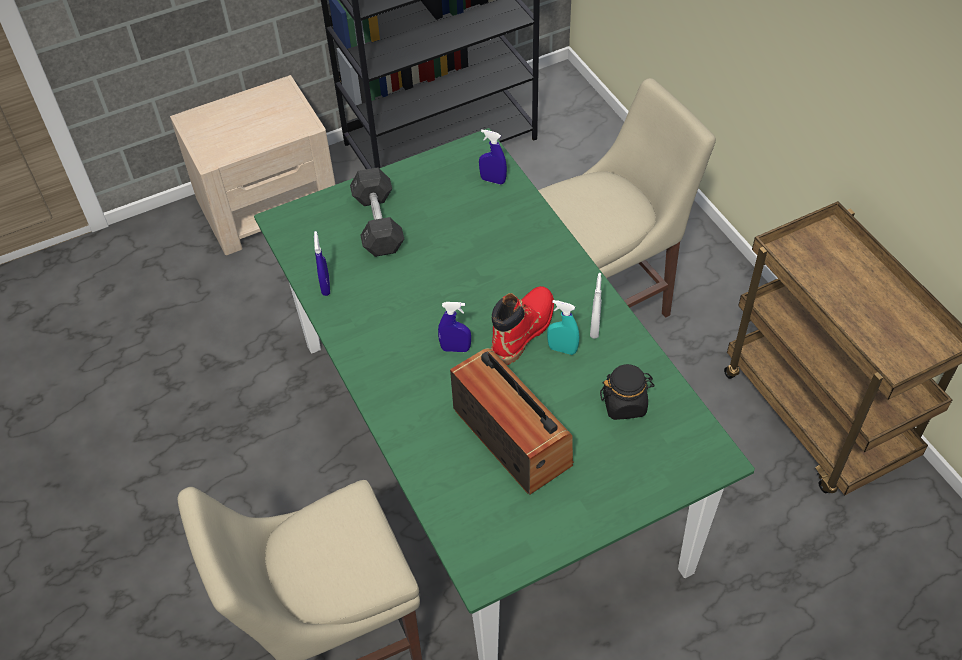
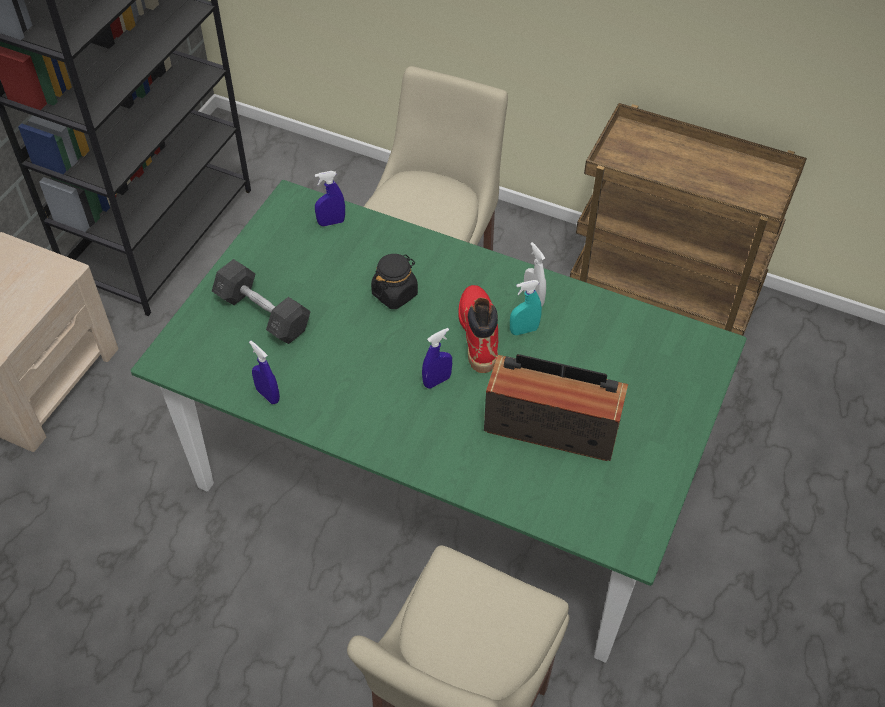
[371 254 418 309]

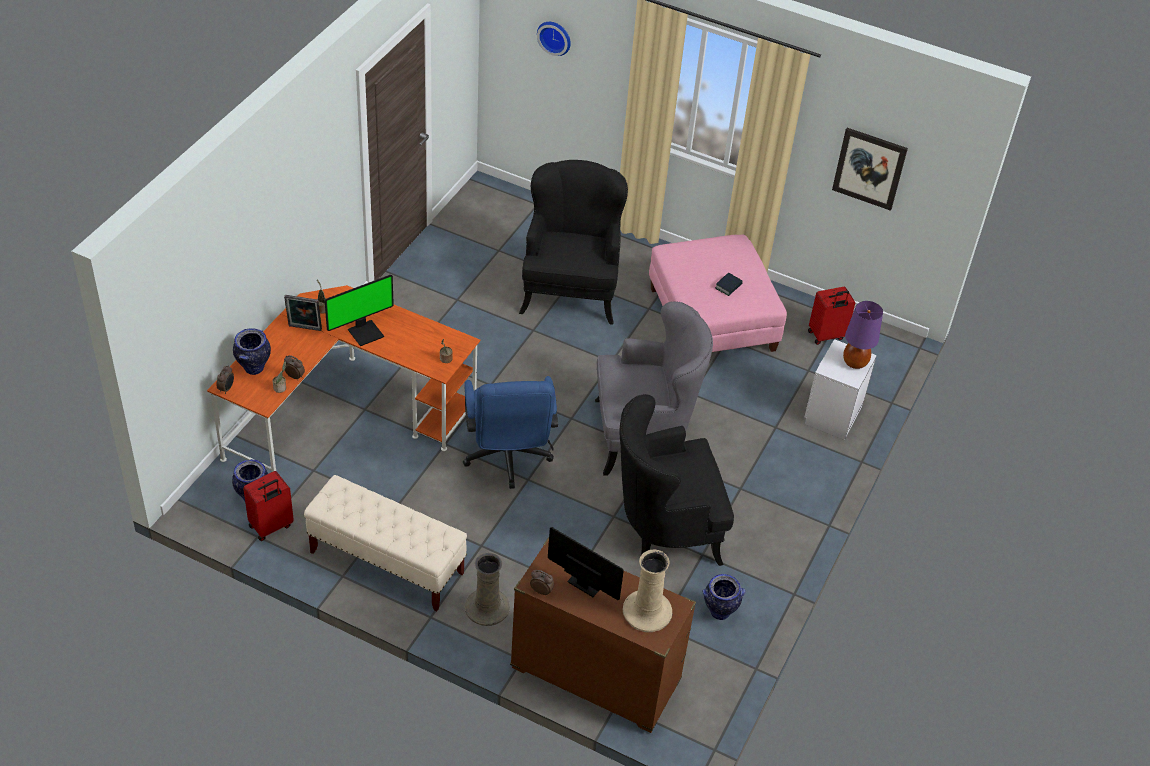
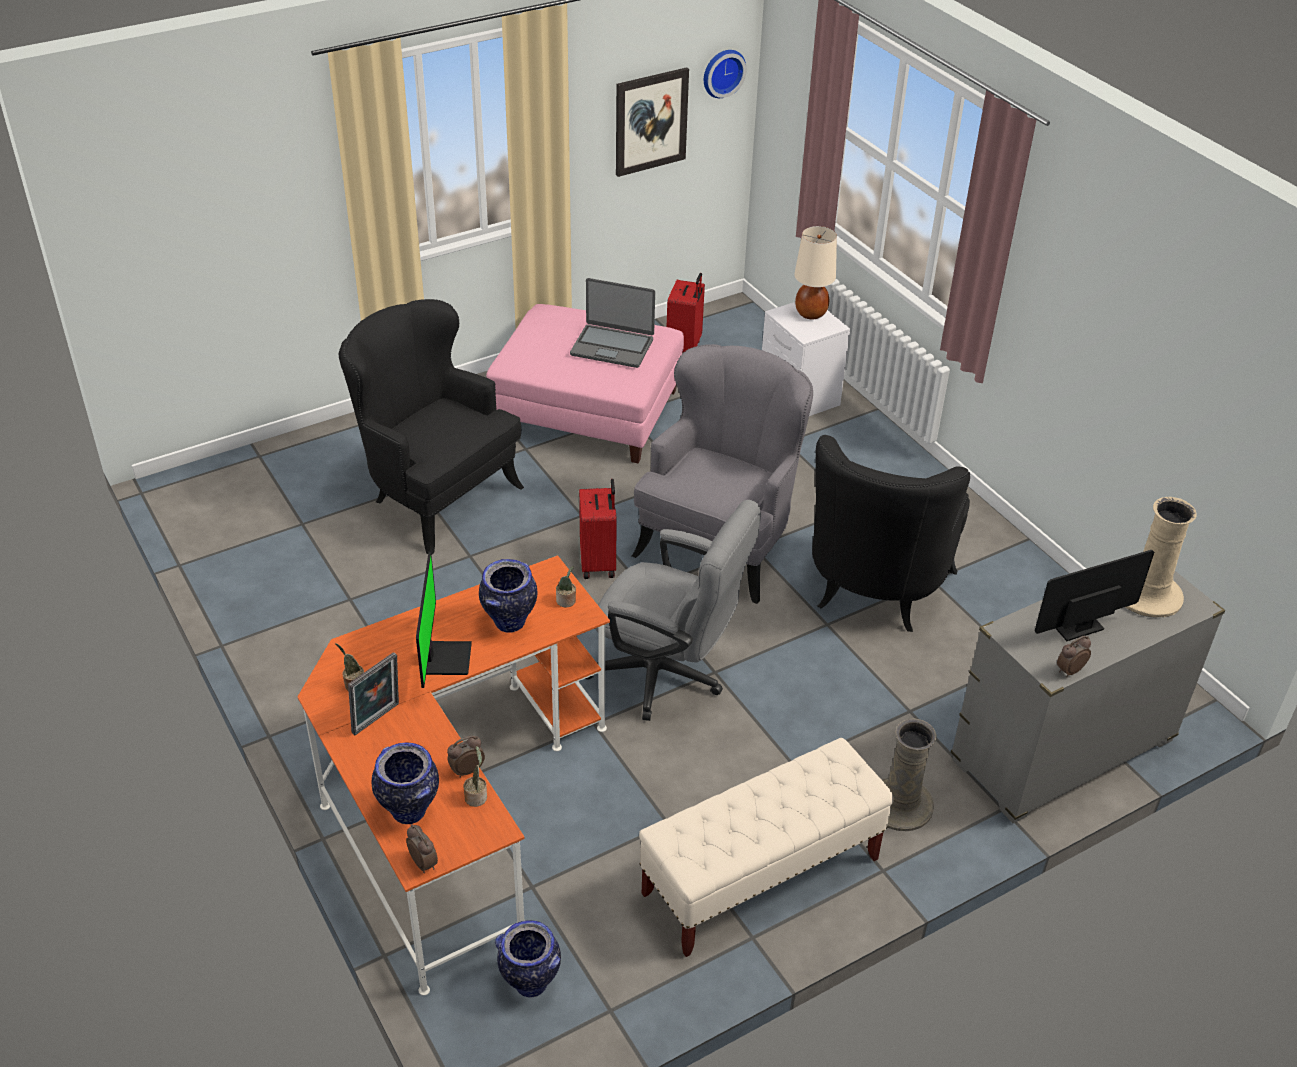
[579 479 617 579]
[585 500 761 721]
[951 571 1225 823]
[704 50 747 98]
[479 559 537 633]
[570 278 655 368]
[794 226 837 319]

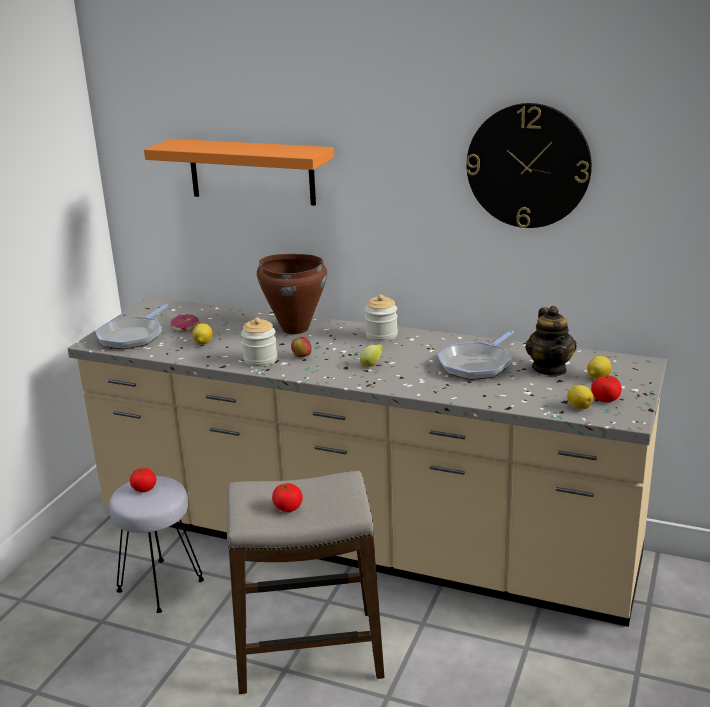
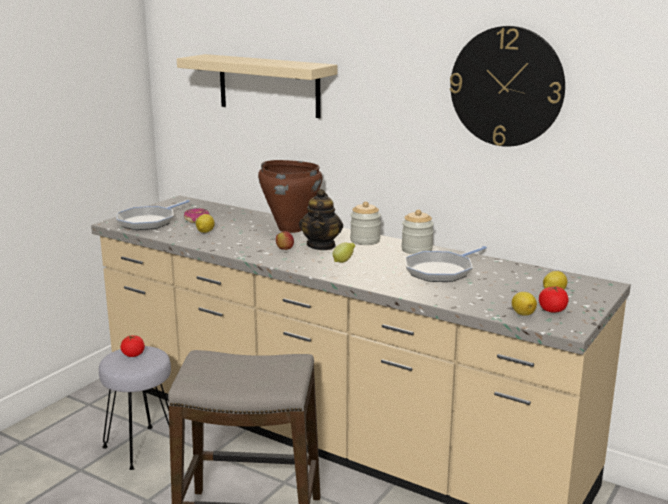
[177 54 337 118]
[402 209 434 254]
[272 483 303 512] (first image)
[299 189 343 250]

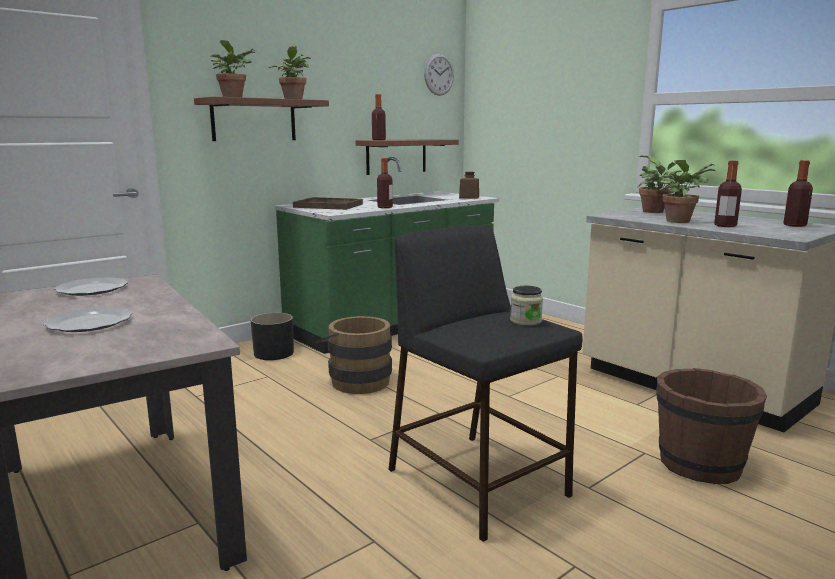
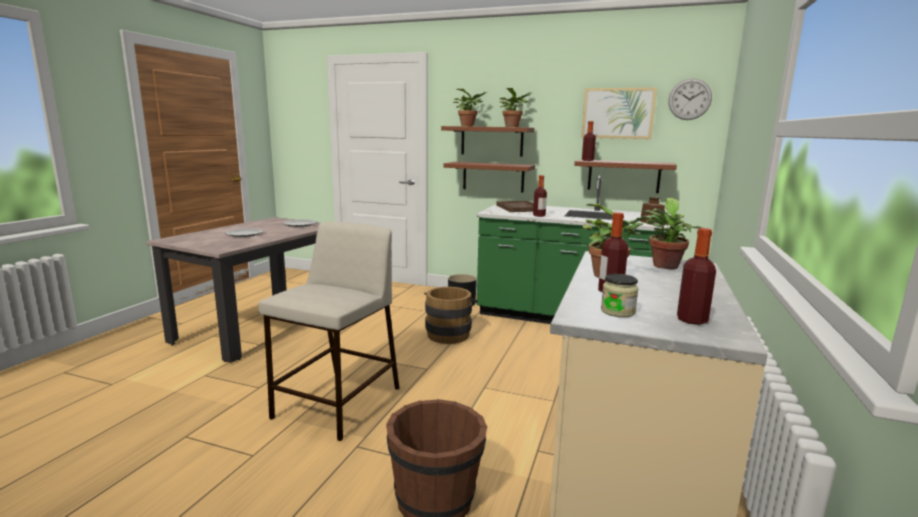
[259 221 399 441]
[601 274 638 317]
[443 162 535 193]
[581 88 657 139]

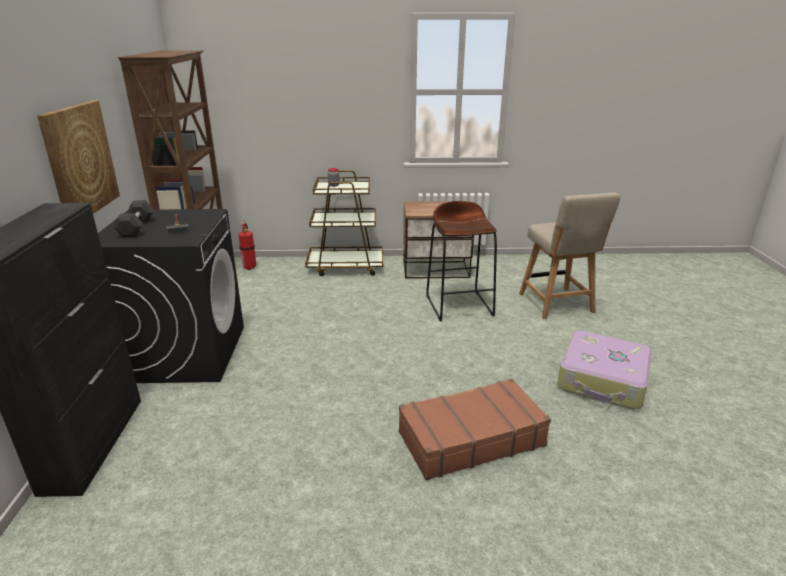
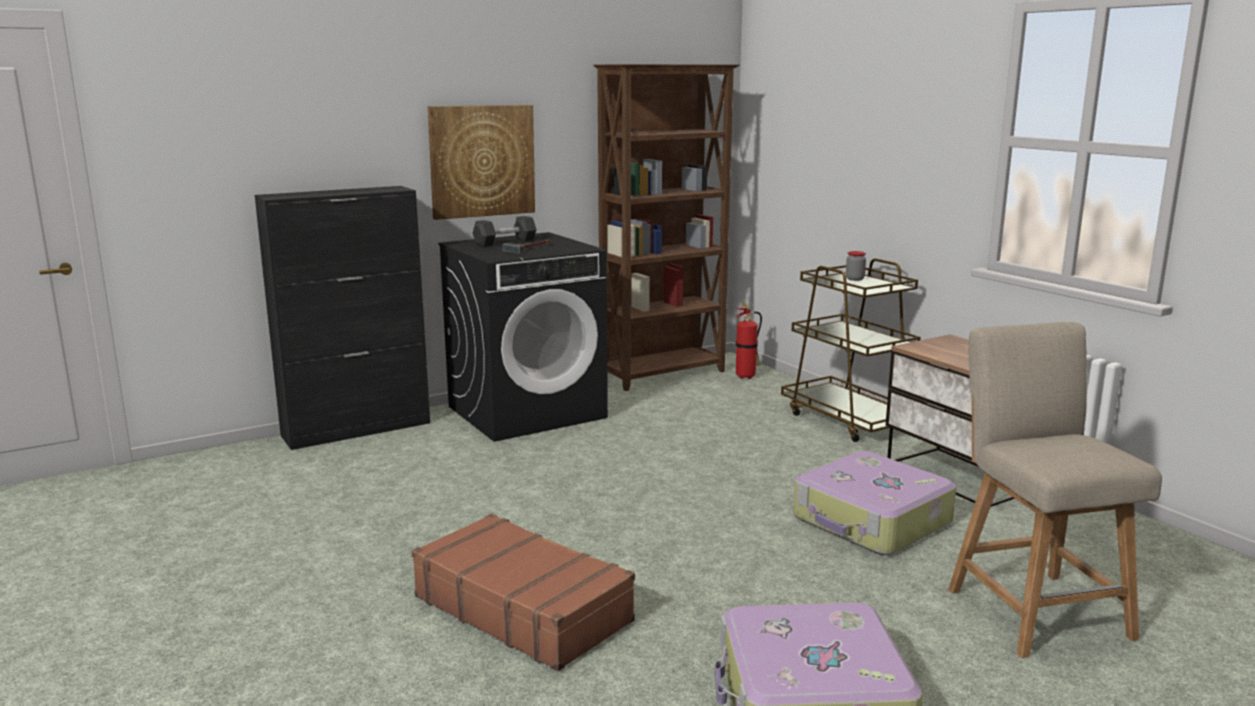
[793 451 956 555]
[948 322 1162 658]

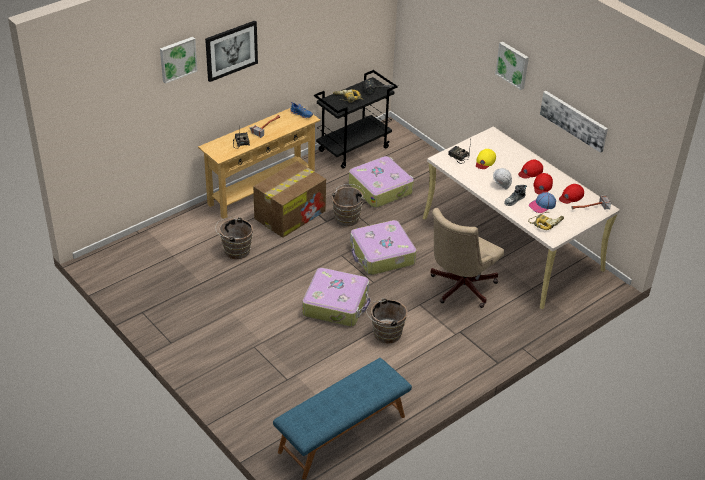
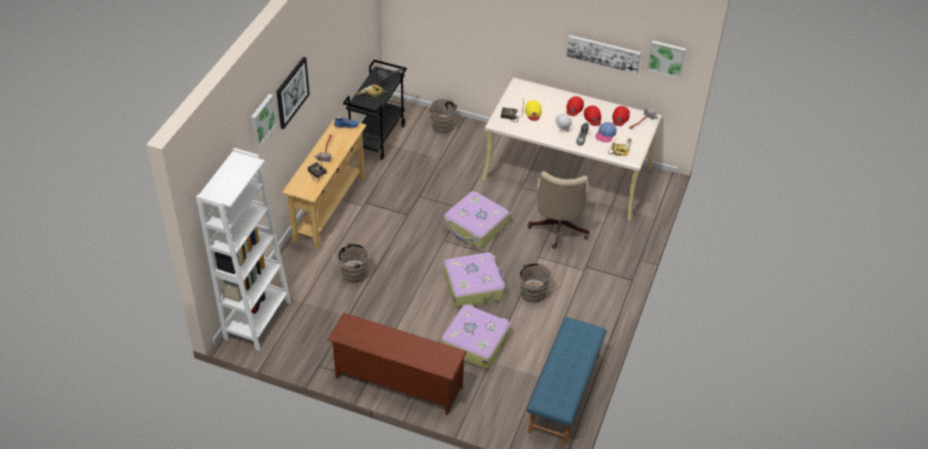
[253 161 326 238] (first image)
[429 96 458 134]
[441 304 511 369]
[647 40 686 78]
[196 148 291 351]
[327 312 467 415]

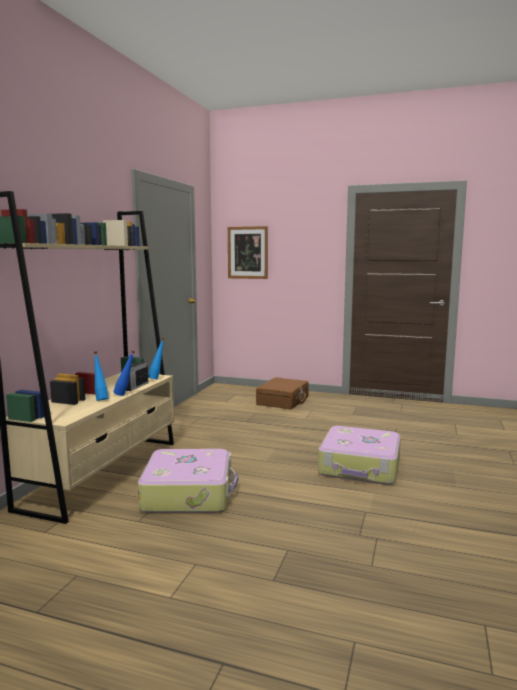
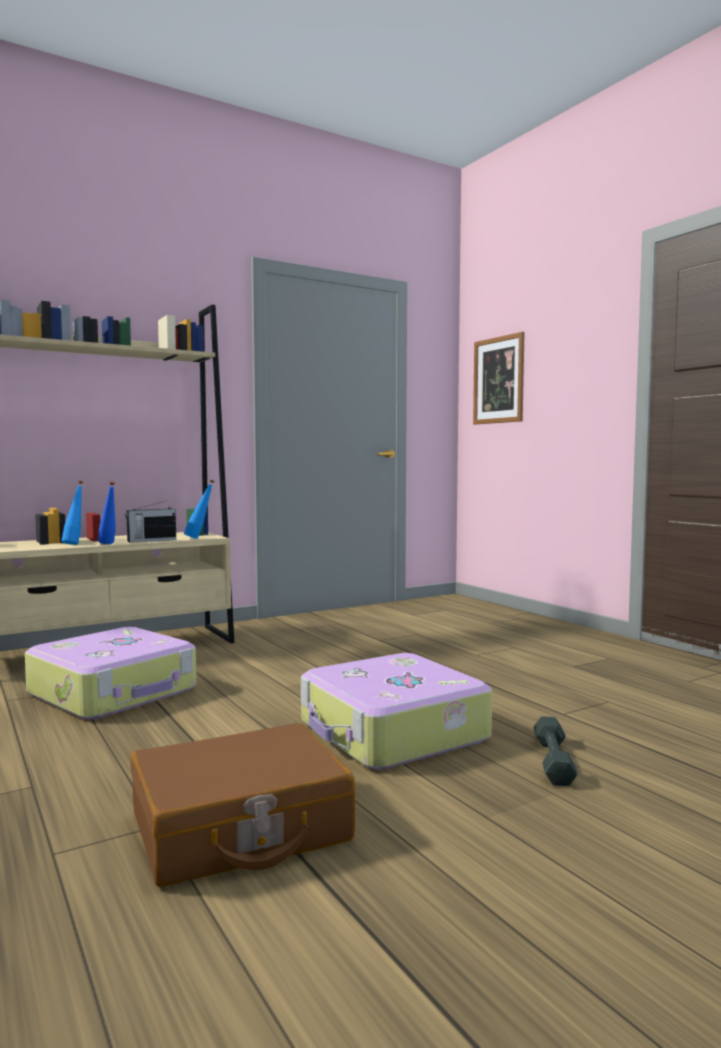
[130 723 355 887]
[534 716 578 786]

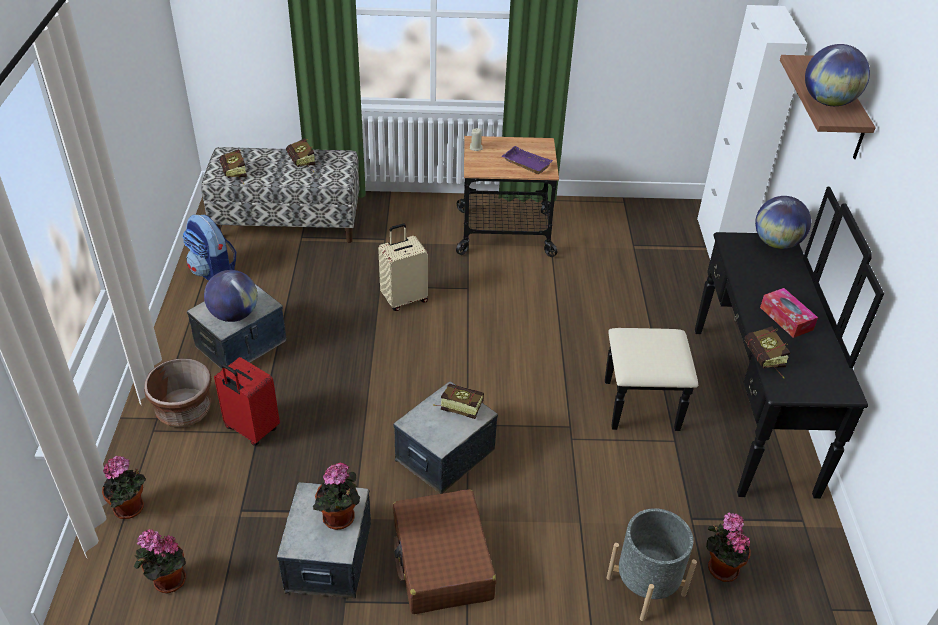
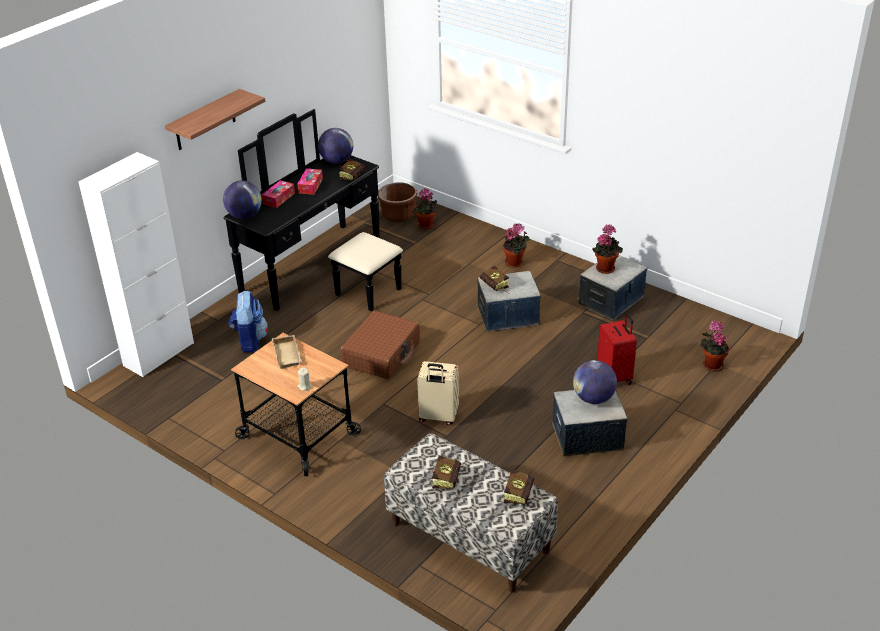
[503 223 530 268]
[377 182 418 222]
[228 291 268 352]
[341 311 420 379]
[272 335 302 369]
[607 508 697 621] (first image)
[318 128 353 164]
[262 180 295 208]

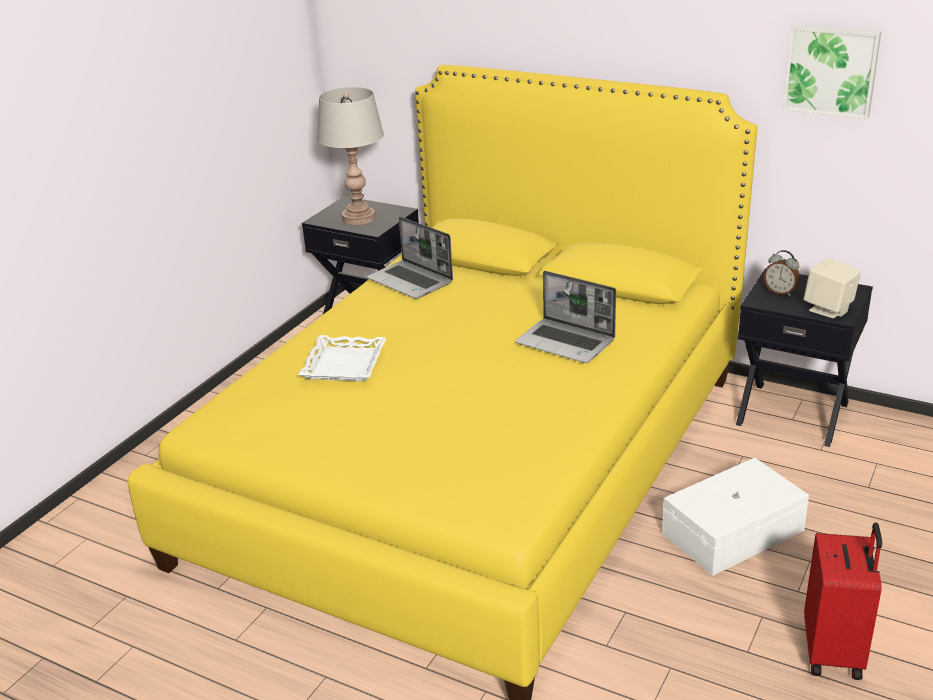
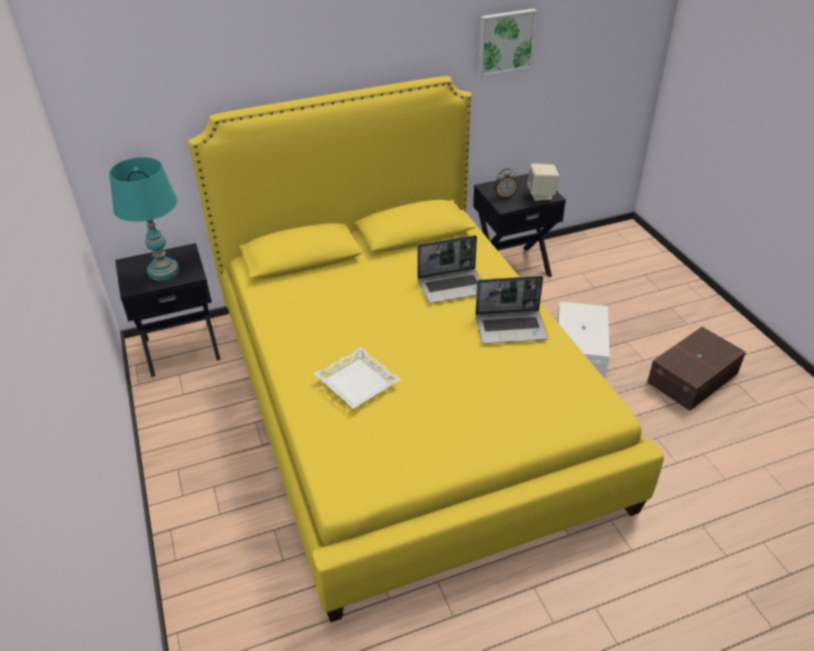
[109 157 179 281]
[476 276 549 344]
[647 327 746 411]

